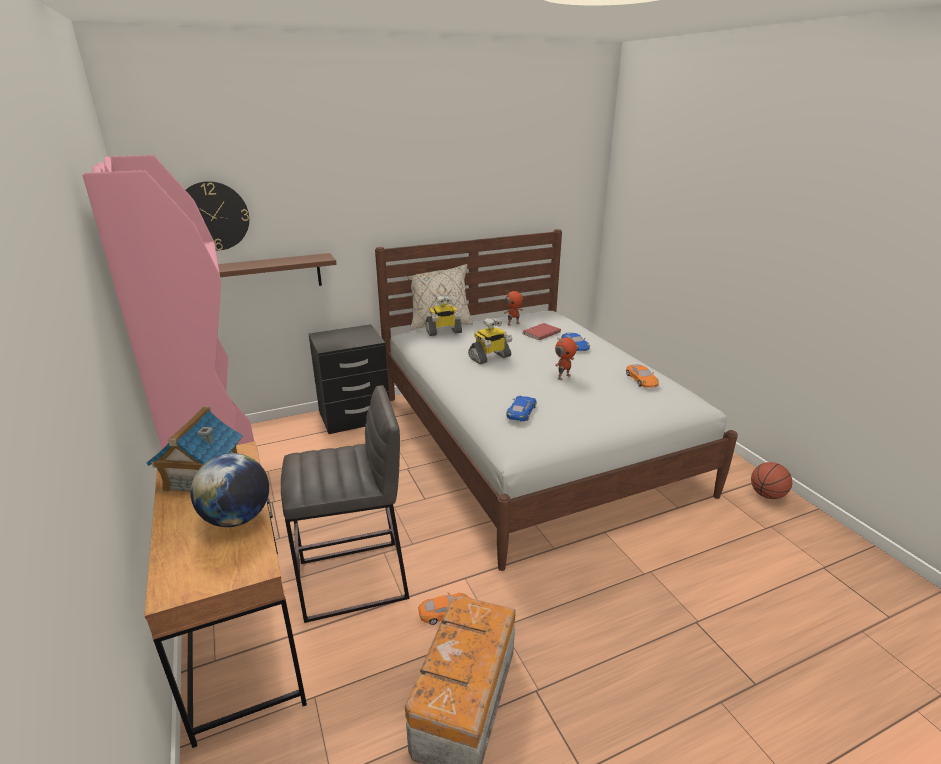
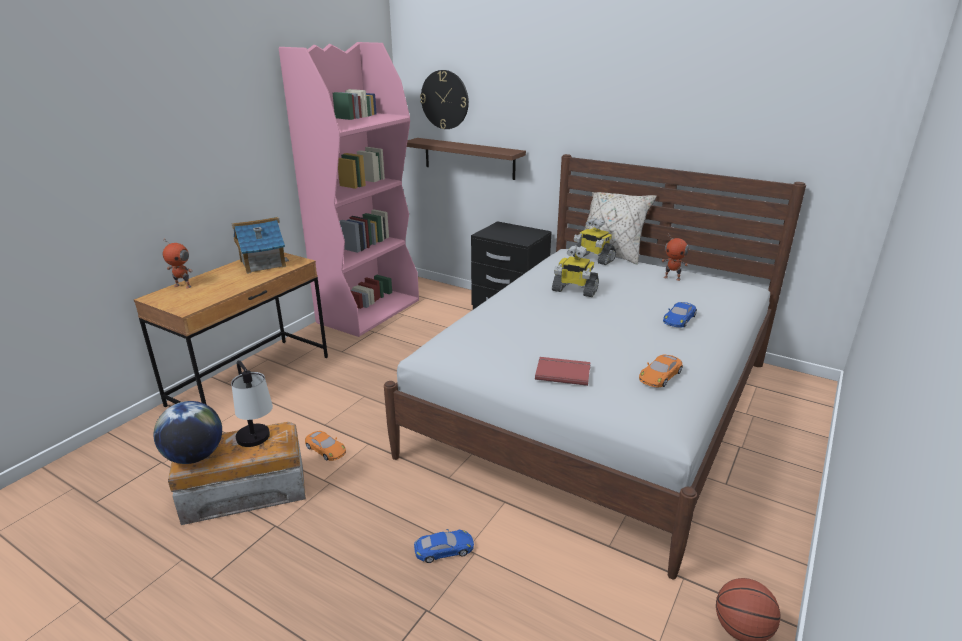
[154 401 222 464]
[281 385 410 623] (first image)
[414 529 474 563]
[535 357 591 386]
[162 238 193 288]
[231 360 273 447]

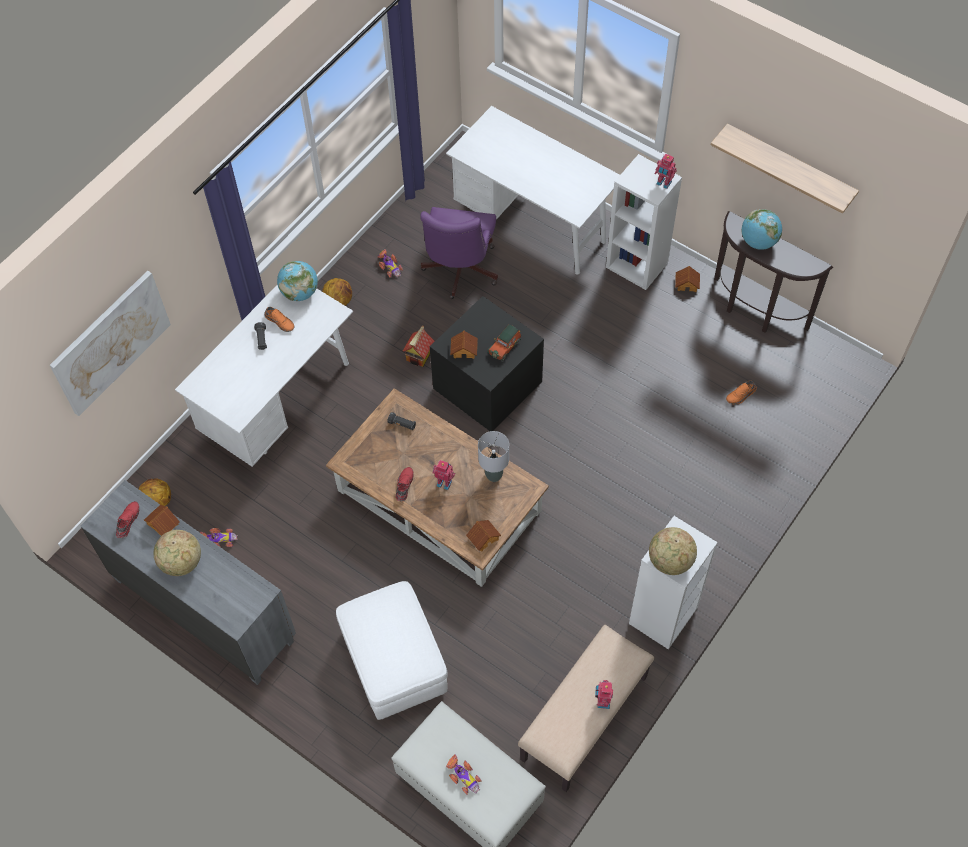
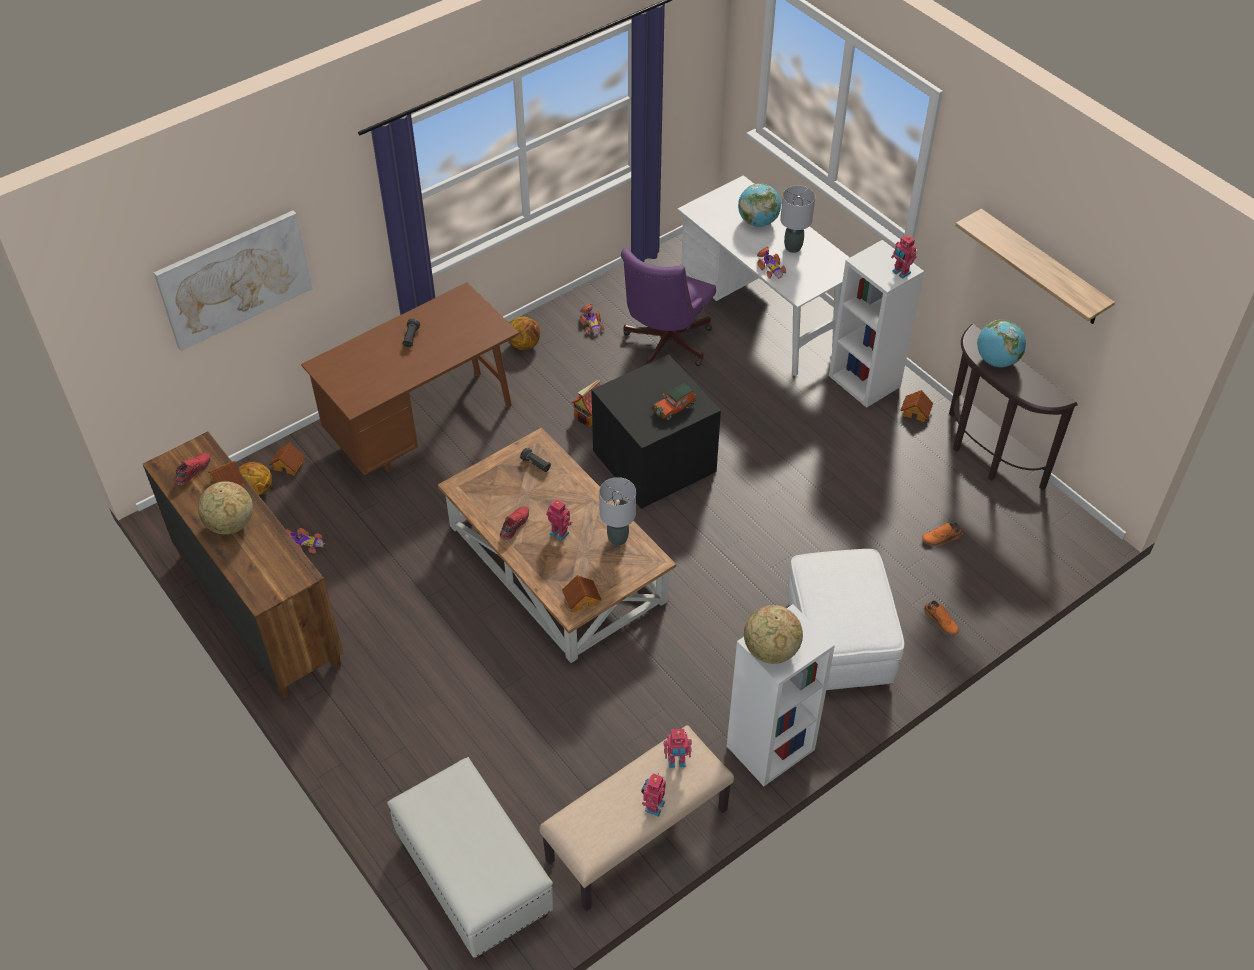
[143 432 343 700]
[301 282 519 476]
[924 600 959 635]
[738 183 781 227]
[787 549 904 690]
[757 247 786 279]
[269 443 305 476]
[664 729 692 768]
[780 186 815 253]

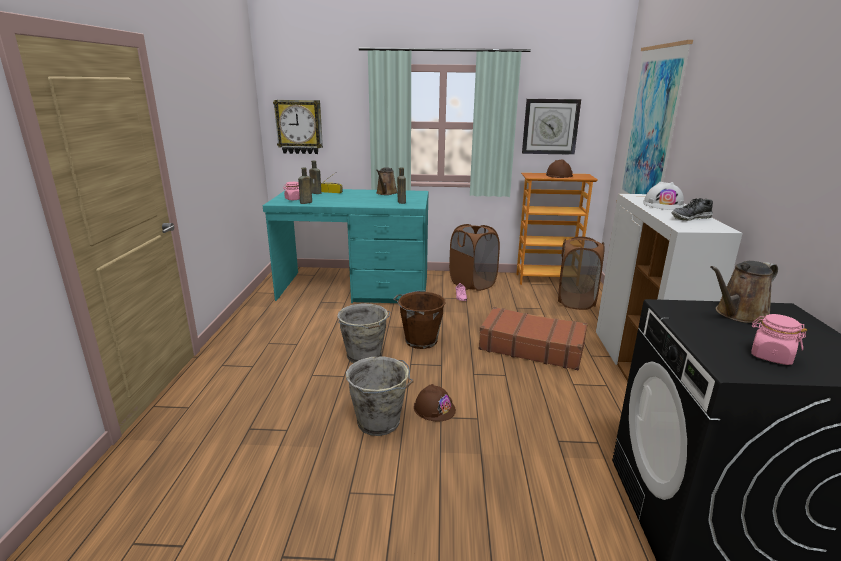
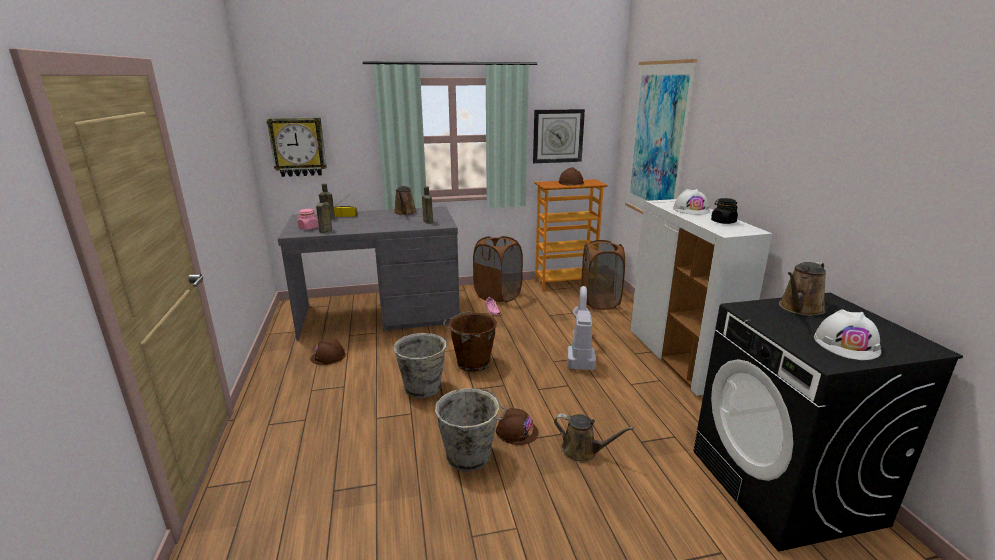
[278 207 460 341]
[567 286 596 370]
[711 198 738 224]
[814 309 881 360]
[310 338 346 365]
[554 413 634 463]

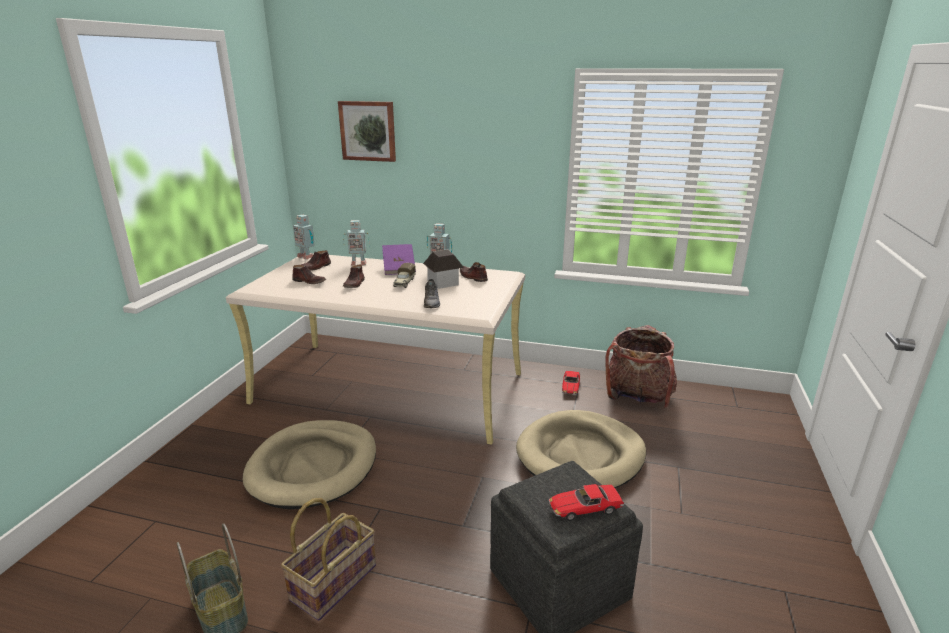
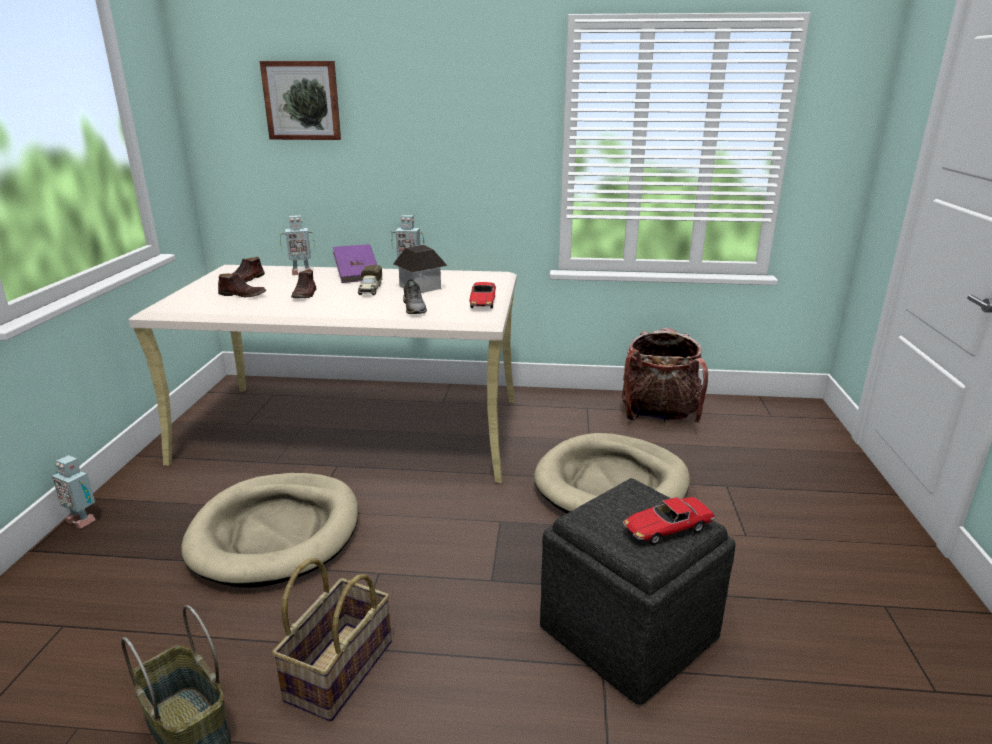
[52 455 96 529]
[460 262 488 282] (first image)
[470 282 496 308]

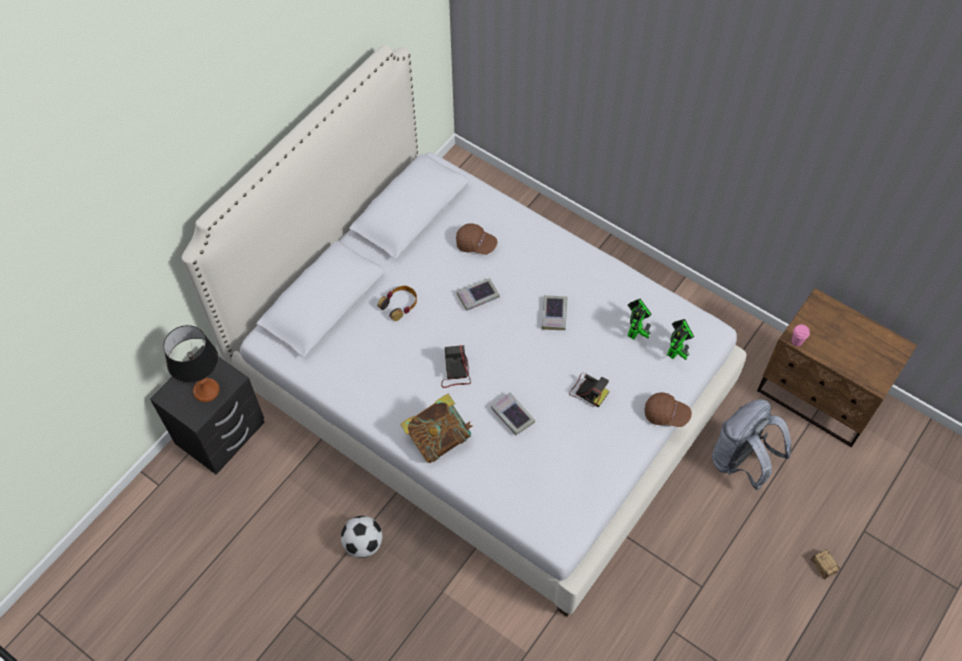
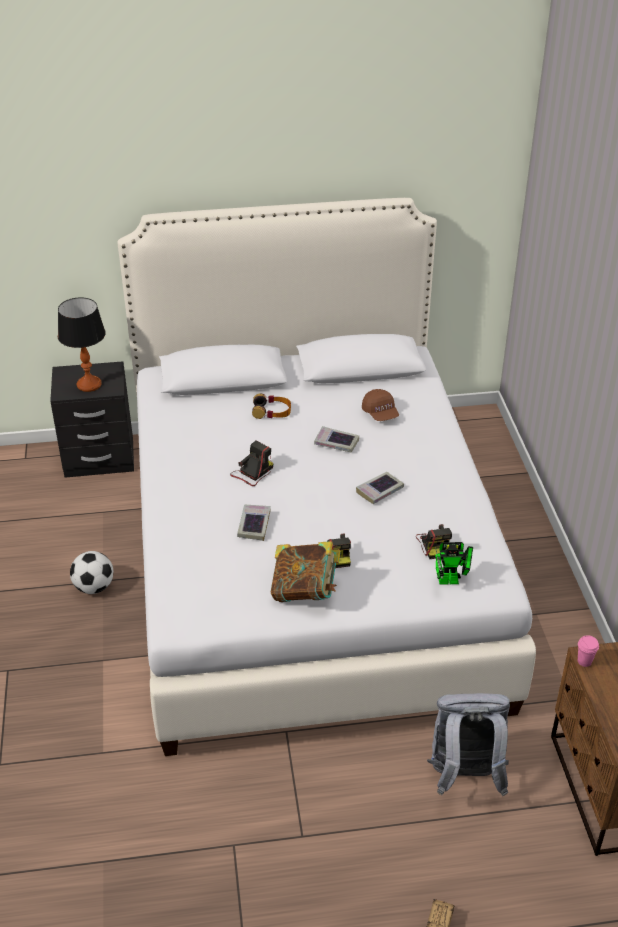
[271 541 341 602]
[416 524 452 559]
[644 392 692 427] (first image)

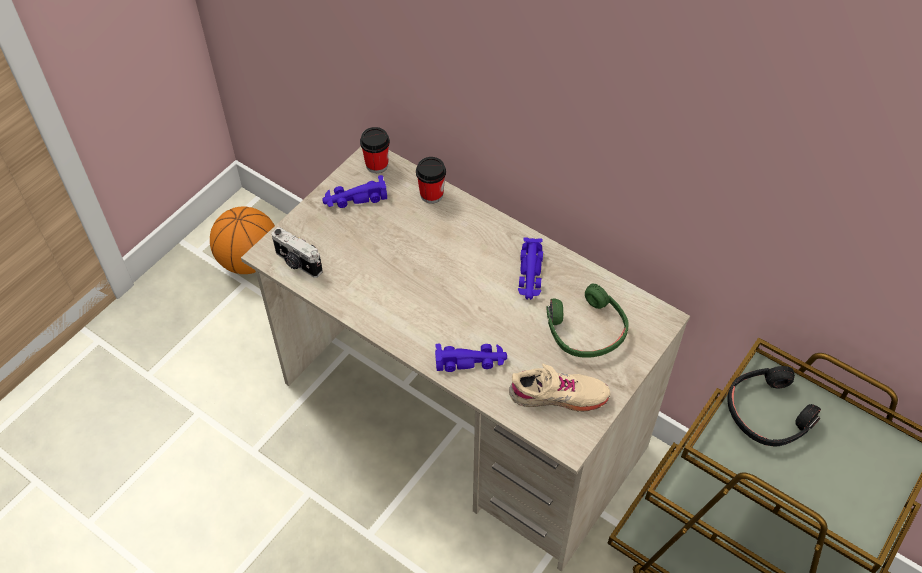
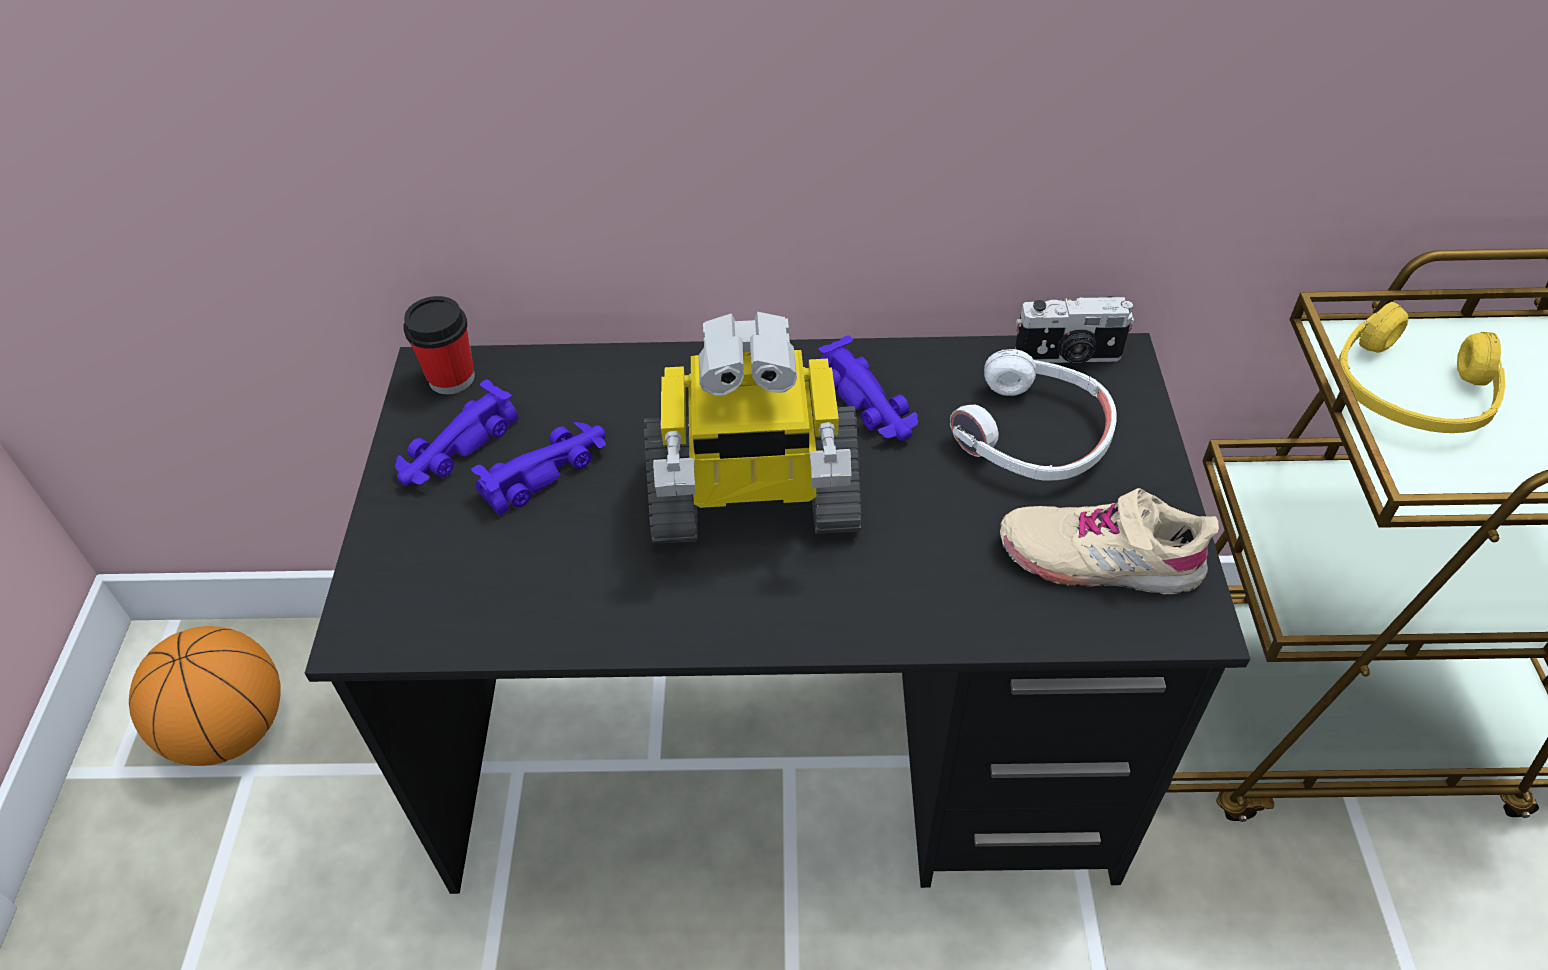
[305 333 1250 894]
[1015 296 1134 364]
[416 157 446 204] (first image)
[471 422 606 516]
[1000 488 1219 594]
[950 349 1117 481]
[1338 302 1505 433]
[644 312 861 543]

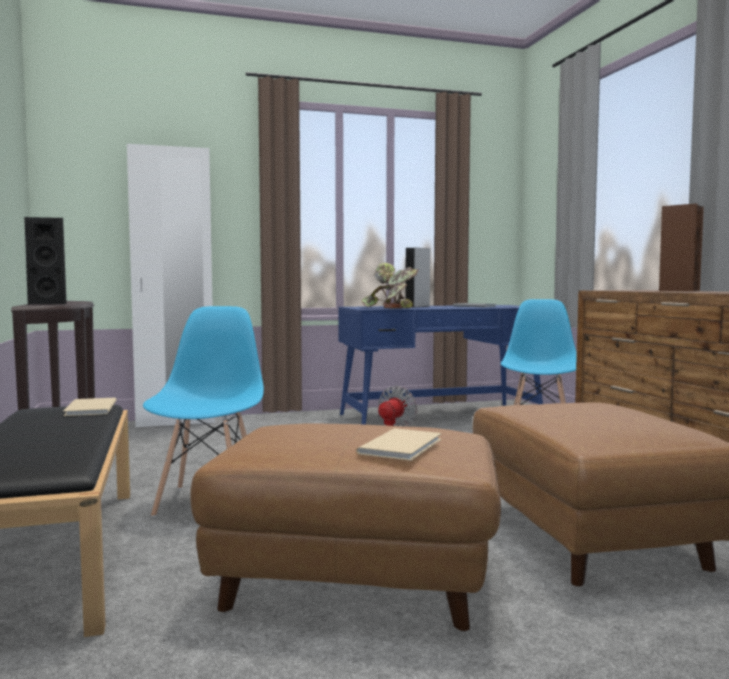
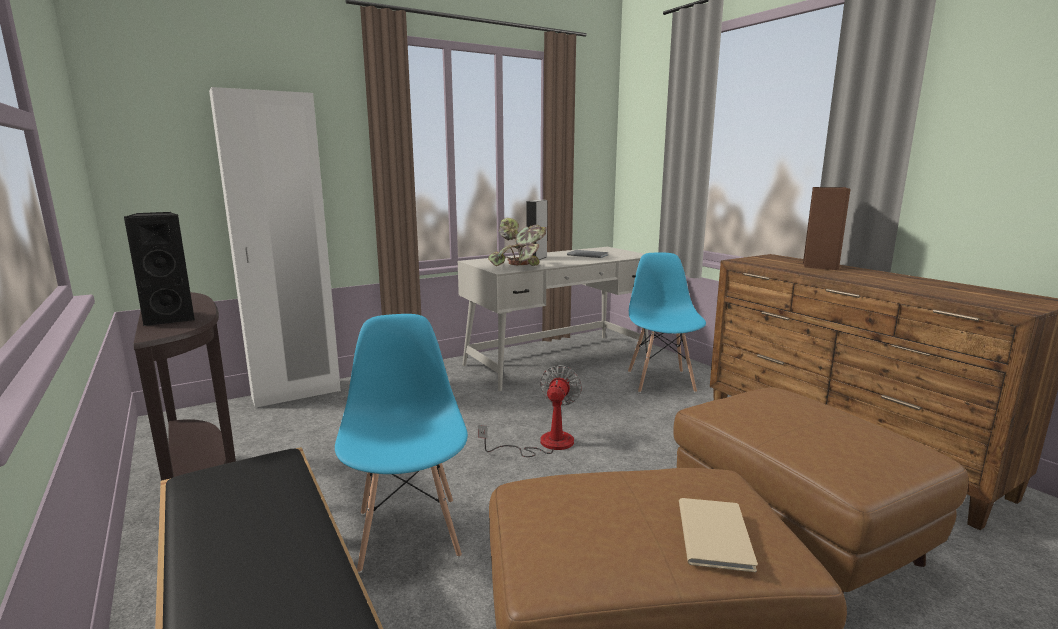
[63 398 117 416] (first image)
[458 247 649 391]

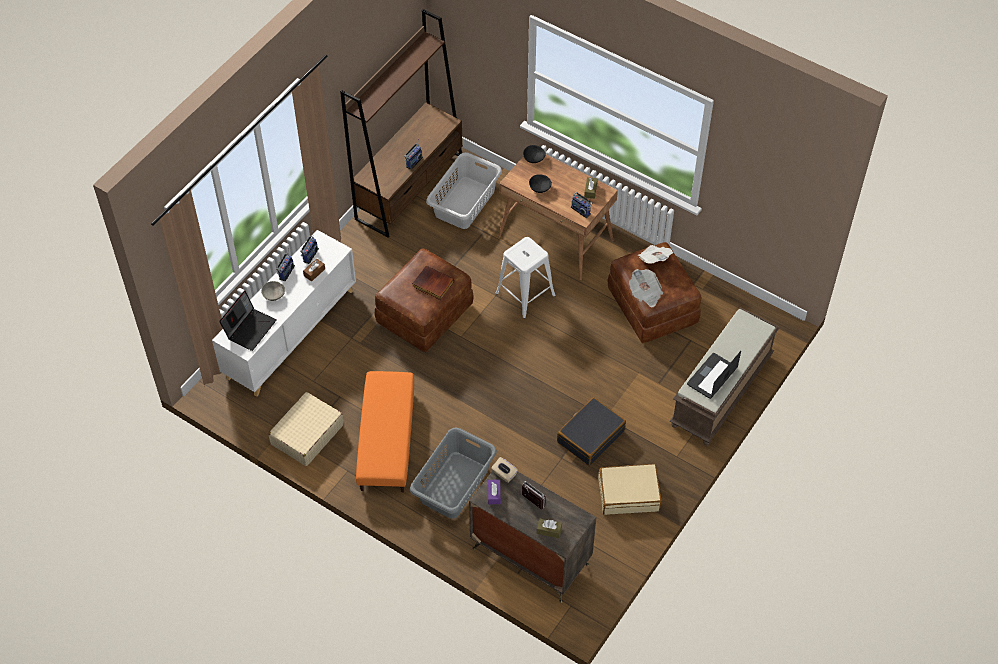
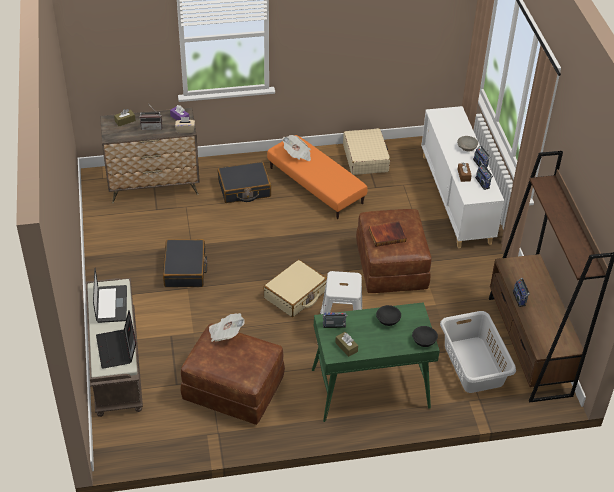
[96 310 136 369]
[218 162 271 203]
[312 302 440 422]
[263 260 327 317]
[282 135 311 161]

